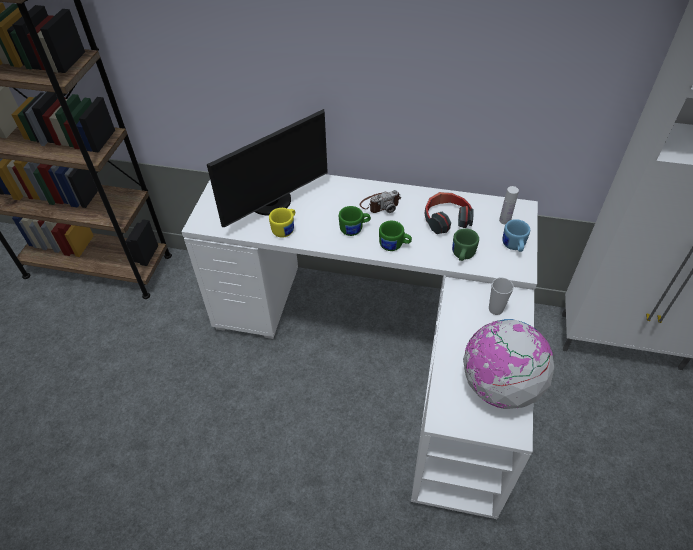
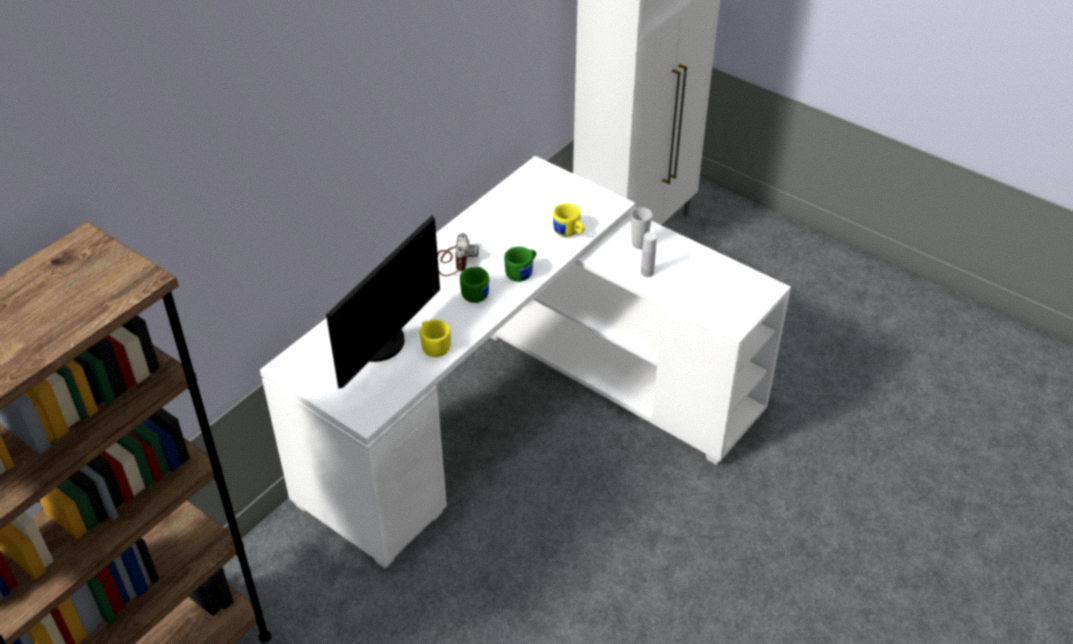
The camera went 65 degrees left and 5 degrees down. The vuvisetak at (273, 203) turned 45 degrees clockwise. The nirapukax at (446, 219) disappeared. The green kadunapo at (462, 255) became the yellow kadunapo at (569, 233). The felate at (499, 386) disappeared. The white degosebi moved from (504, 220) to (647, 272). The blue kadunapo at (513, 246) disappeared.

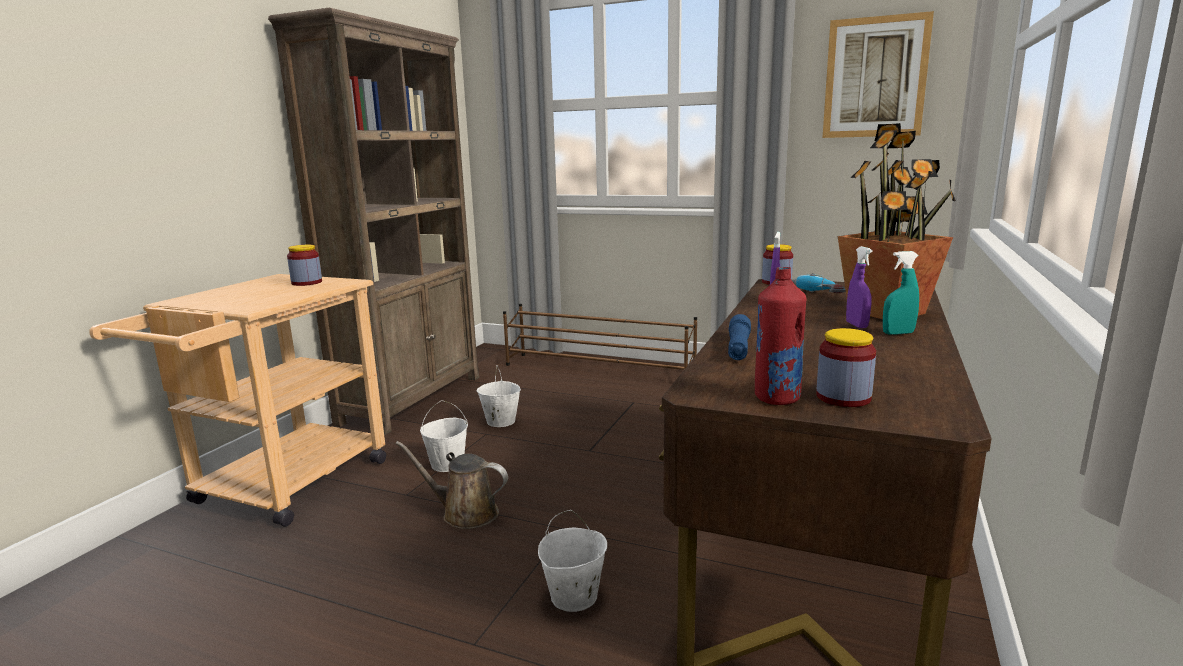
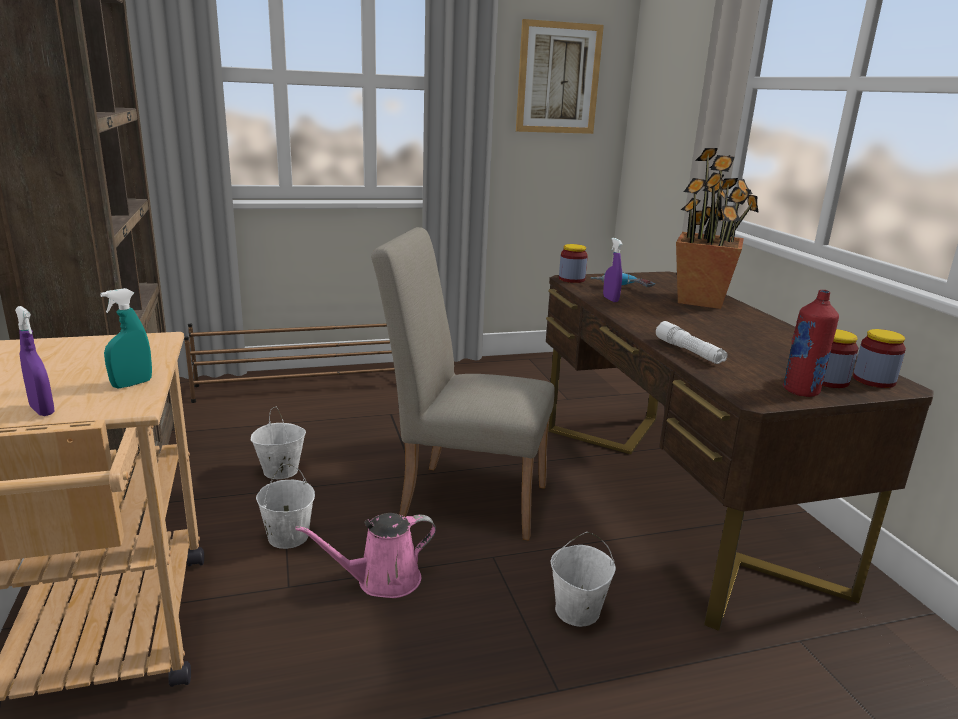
The camera went 40 degrees left and 5 degrees up. The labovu moved from (307, 282) to (873, 380). The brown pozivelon at (465, 513) became the pink pozivelon at (382, 580). The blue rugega at (738, 348) became the white rugega at (689, 352). The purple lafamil moved from (856, 325) to (42, 410). The turquoise lafamil moved from (898, 333) to (132, 384). The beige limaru at (463, 497) appeared.

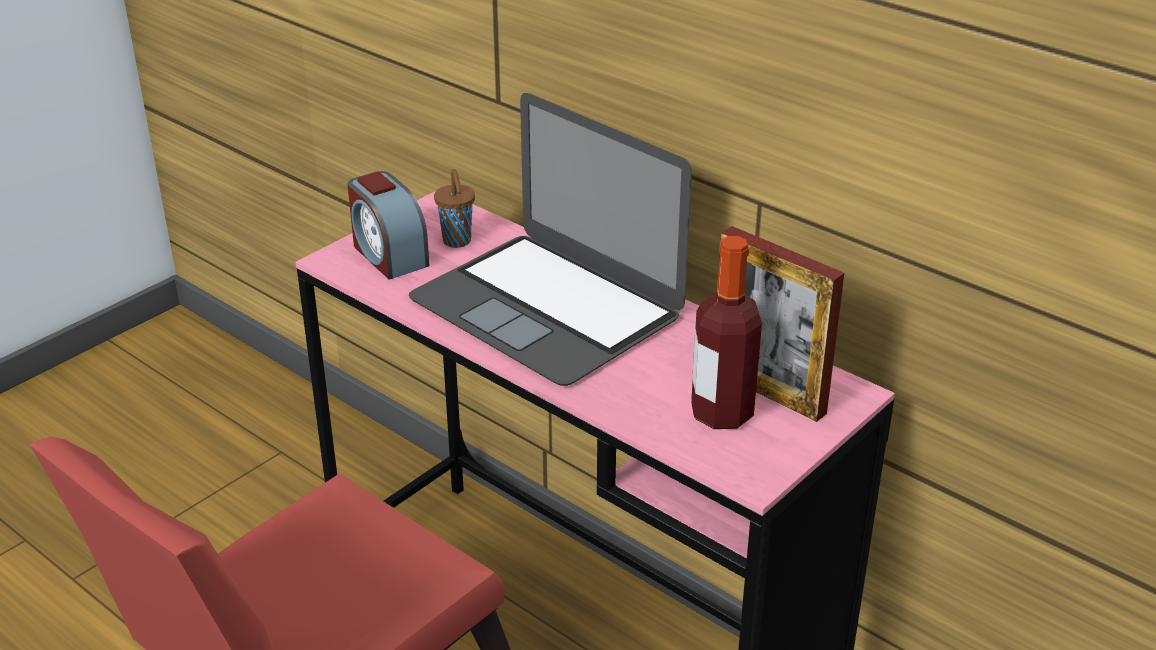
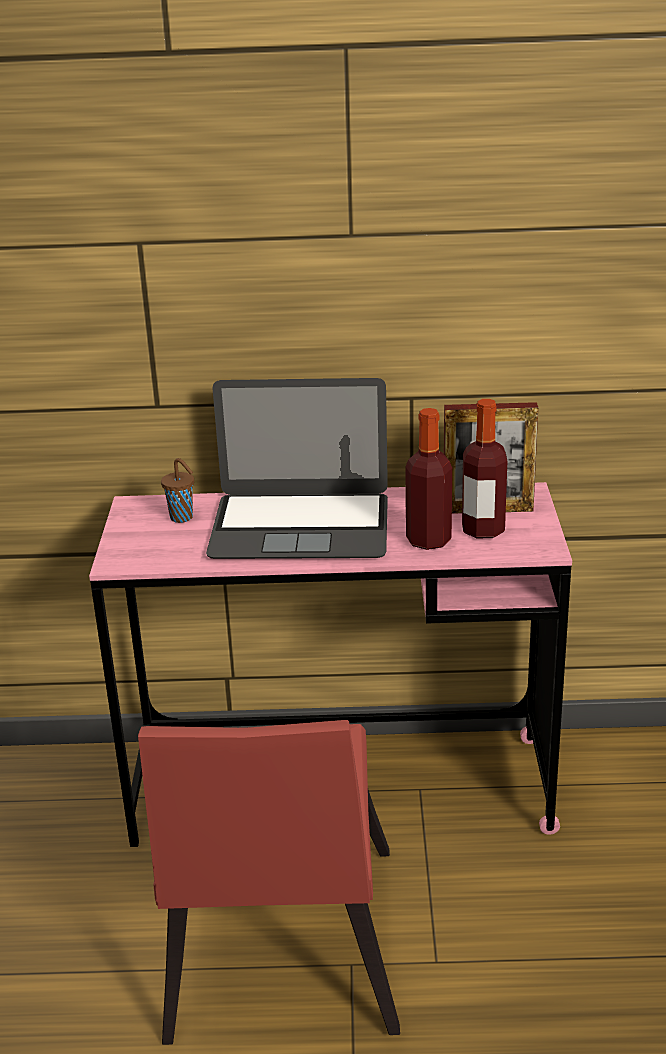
The camera went 40 degrees left and 5 degrees down. The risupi at (388, 254) disappeared. The degosebi at (428, 540) appeared.

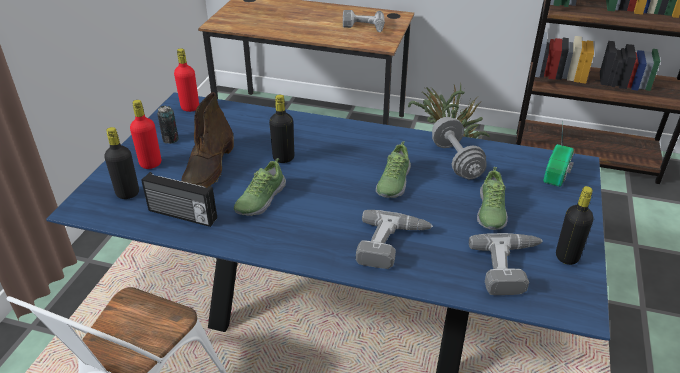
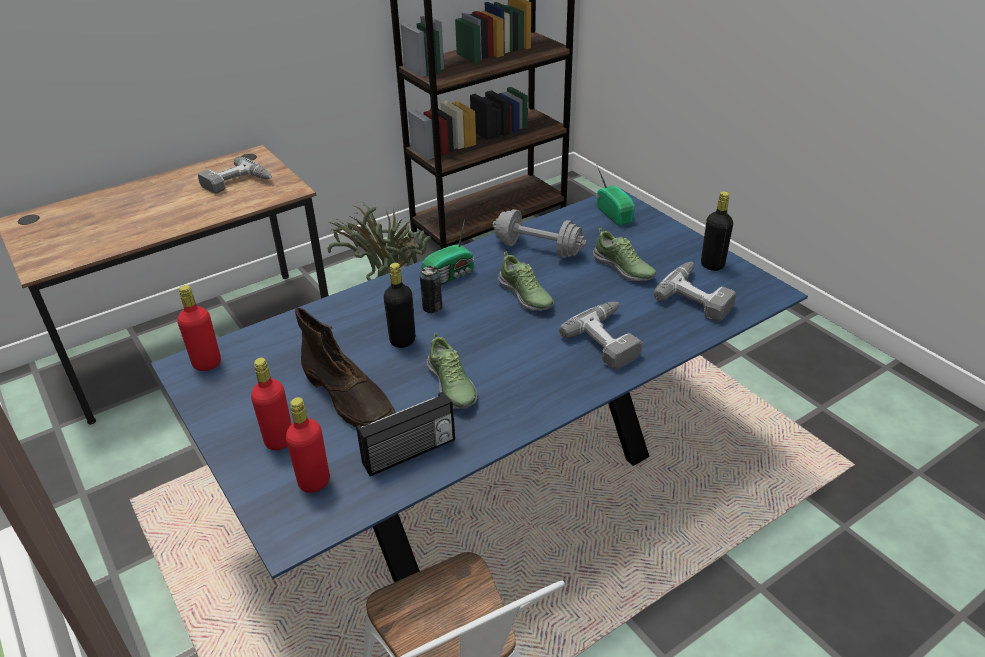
The camera went 50 degrees left and 0 degrees up. The black degosebi at (127, 193) became the red degosebi at (314, 482). The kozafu moved from (170, 139) to (432, 307). The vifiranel at (450, 276) appeared.

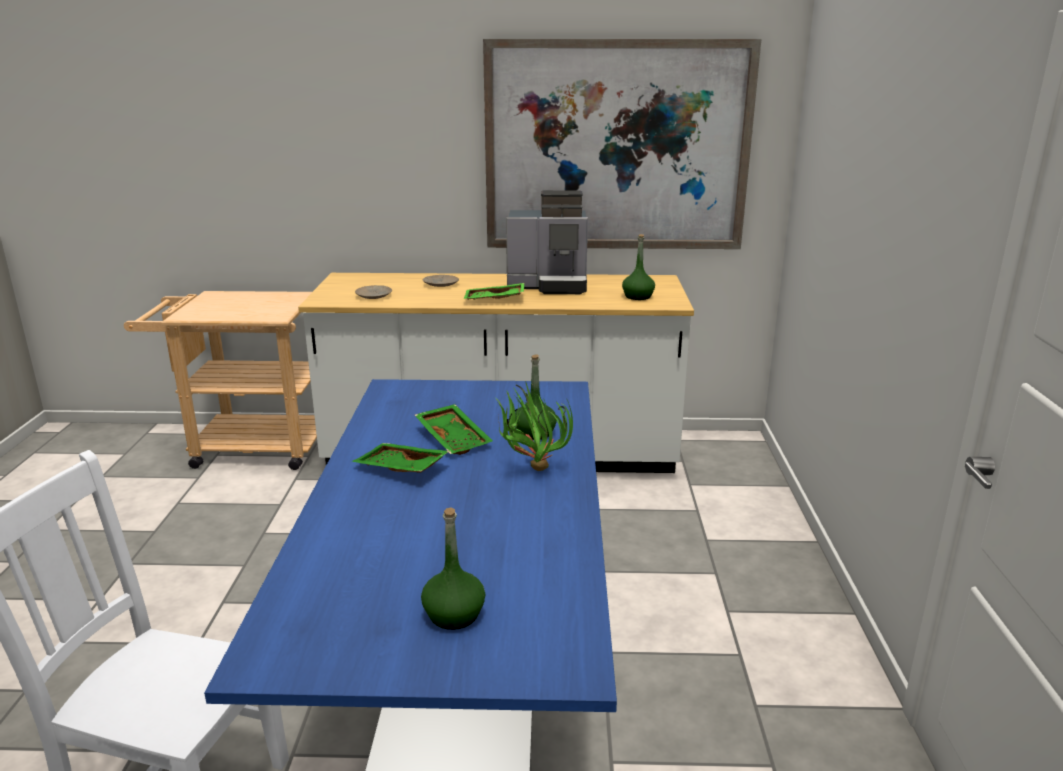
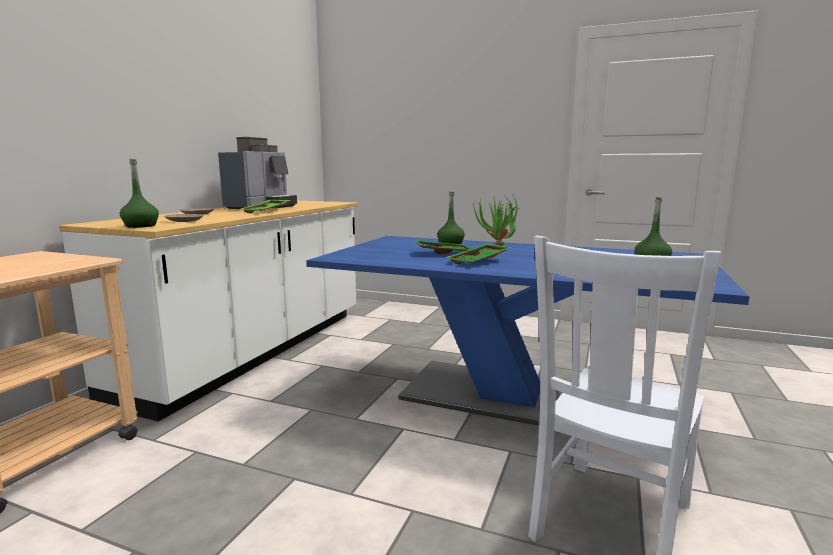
The camera went 70 degrees left and 10 degrees down. The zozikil at (616, 146) disappeared. The green degosebi moved from (638, 296) to (141, 226).

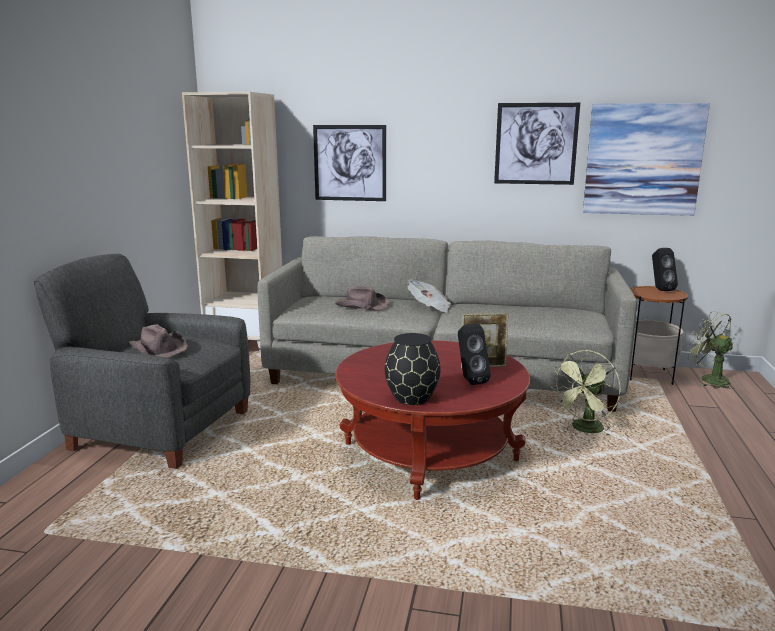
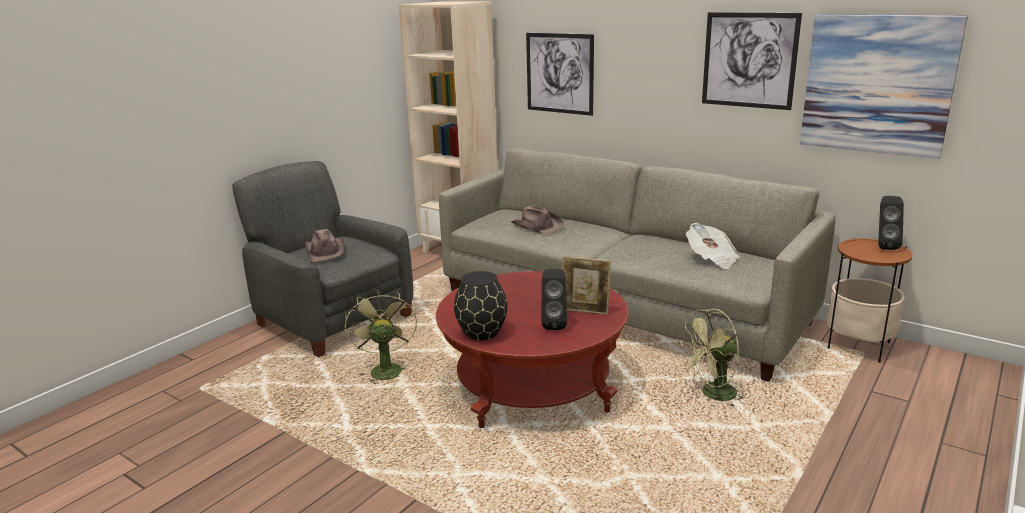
The camera went 25 degrees right and 5 degrees up. The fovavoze moved from (429, 308) to (711, 259). The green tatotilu moved from (708, 379) to (384, 369).

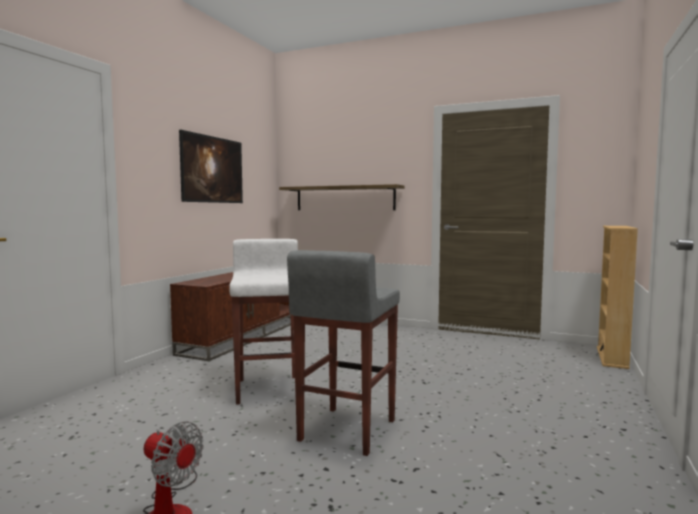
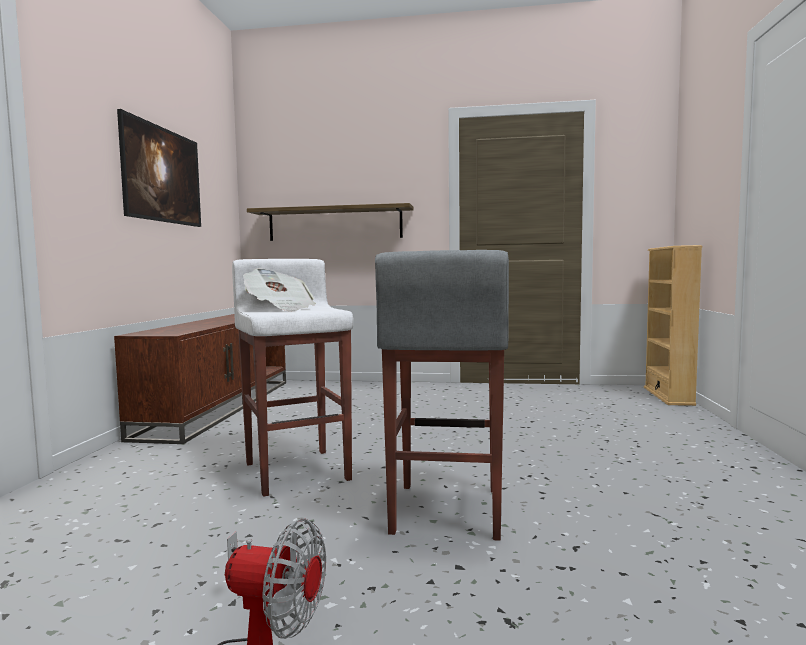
The camera went 15 degrees left and 0 degrees up. The fovavoze at (280, 309) appeared.

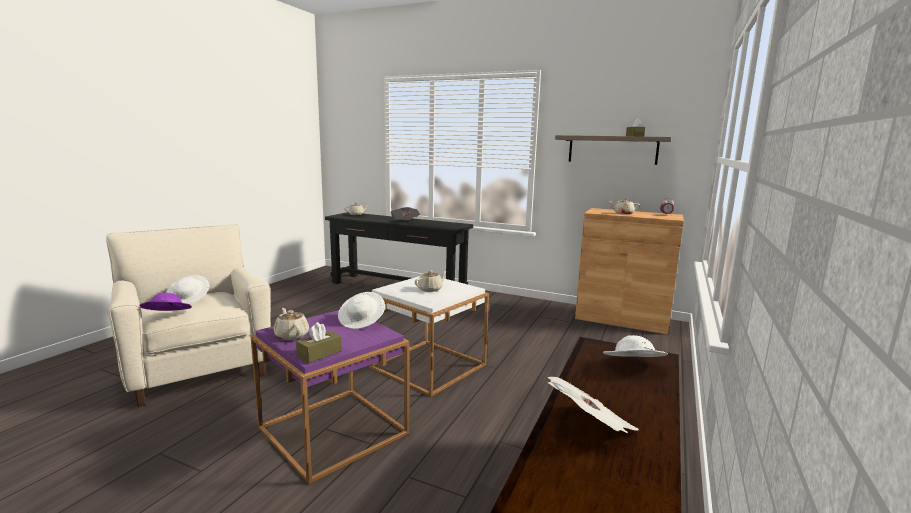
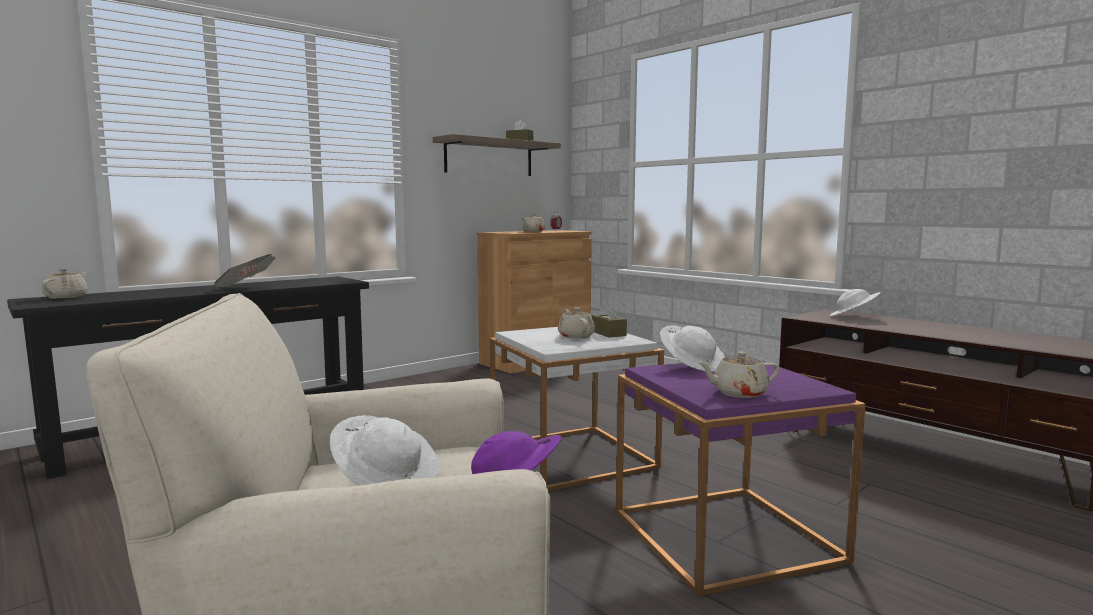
The camera went 65 degrees left and 5 degrees down. The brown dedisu moved from (319, 354) to (608, 333). The fovavoze at (590, 427) disappeared.

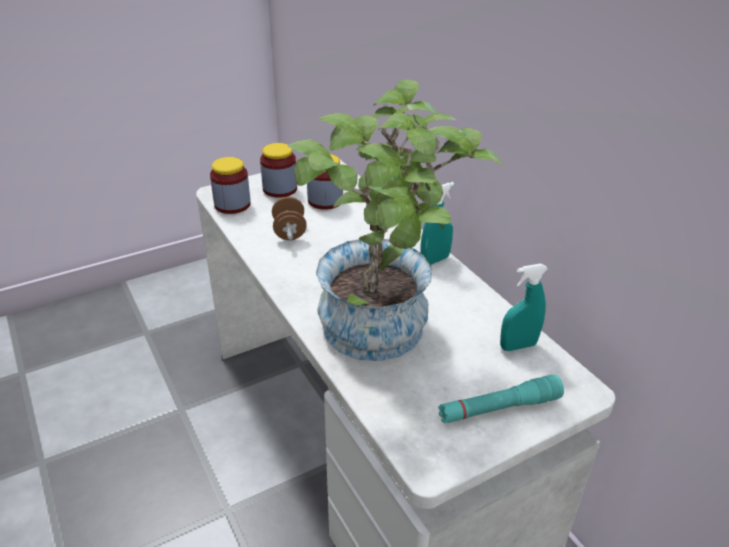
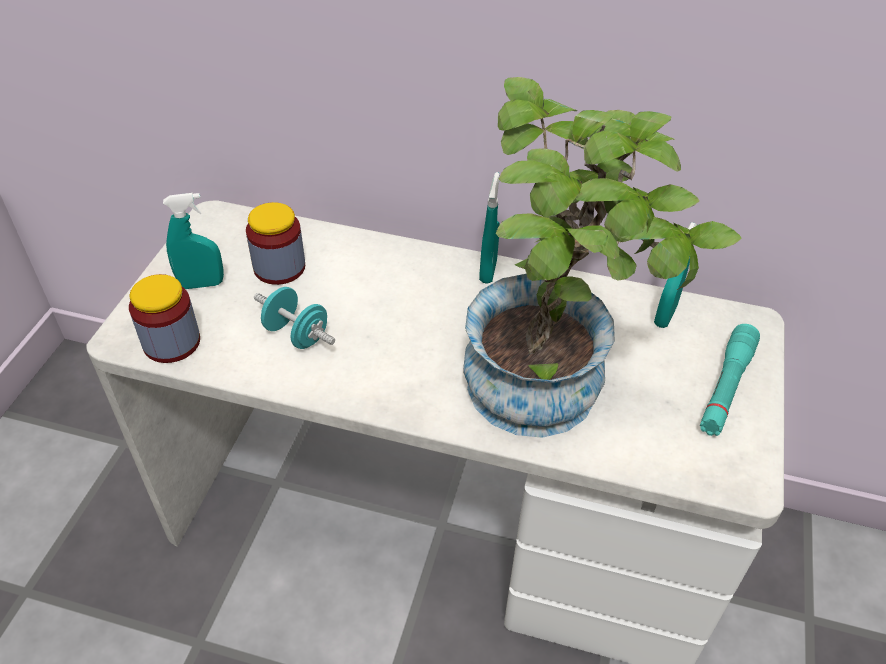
The camera went 45 degrees left and 10 degrees up. The labovu at (280, 189) was replaced by the turquoise lafamil at (202, 284). The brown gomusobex at (289, 232) became the turquoise gomusobex at (296, 334).

